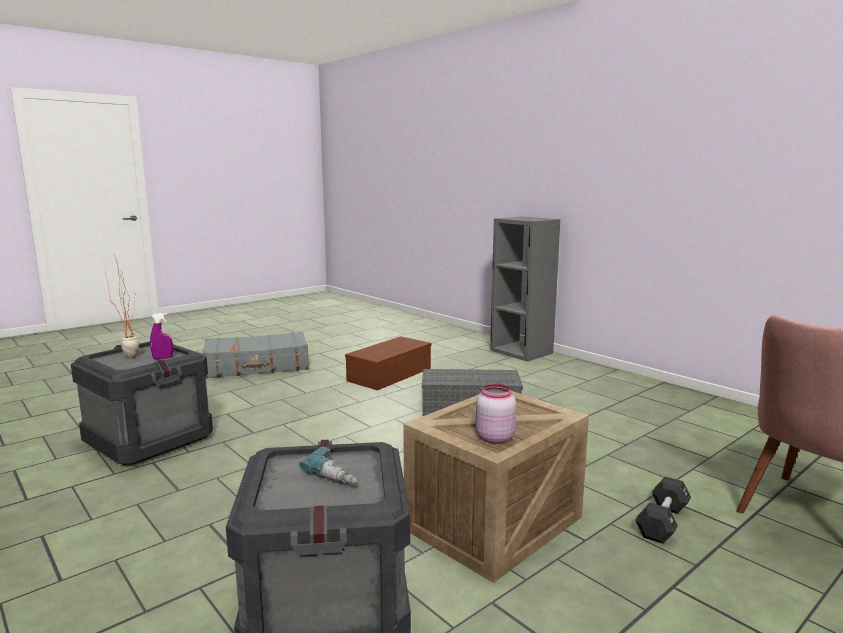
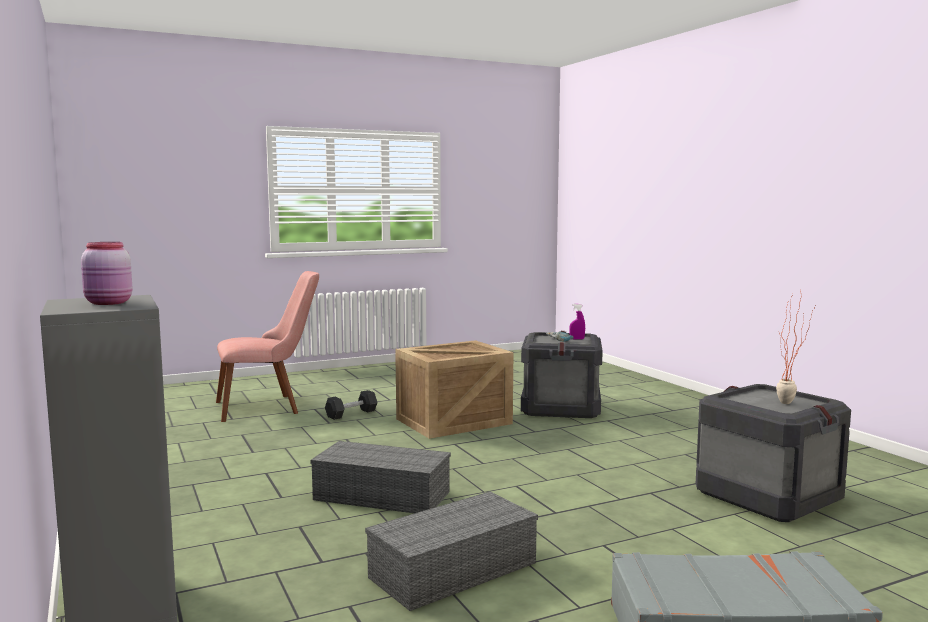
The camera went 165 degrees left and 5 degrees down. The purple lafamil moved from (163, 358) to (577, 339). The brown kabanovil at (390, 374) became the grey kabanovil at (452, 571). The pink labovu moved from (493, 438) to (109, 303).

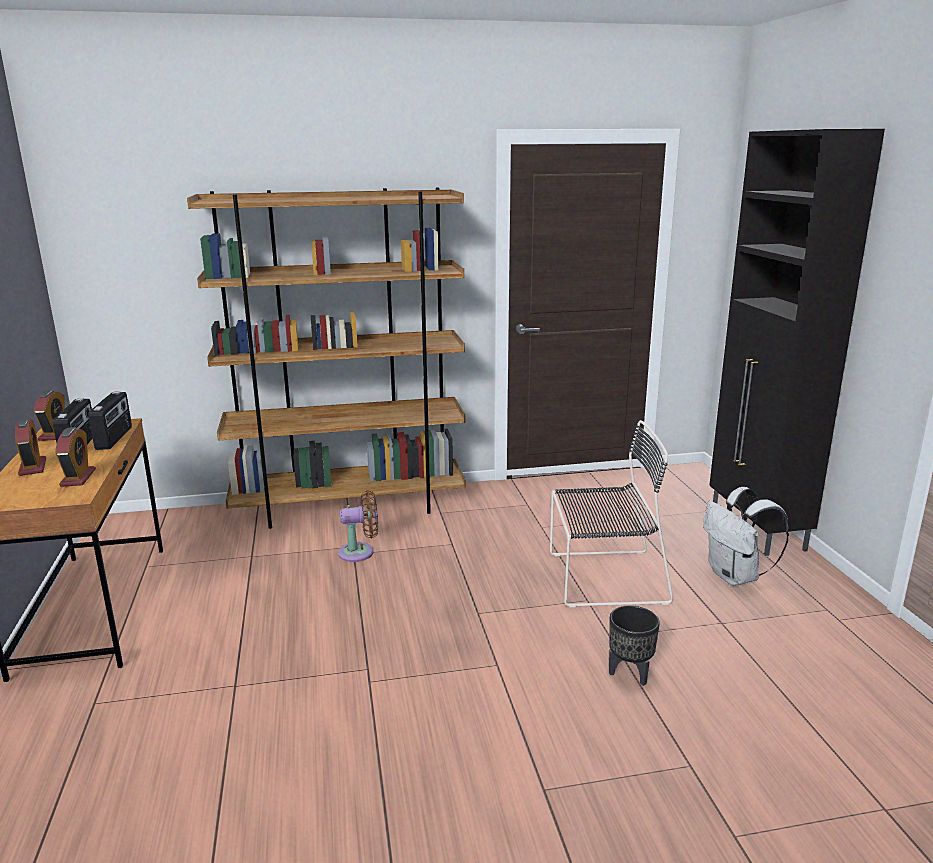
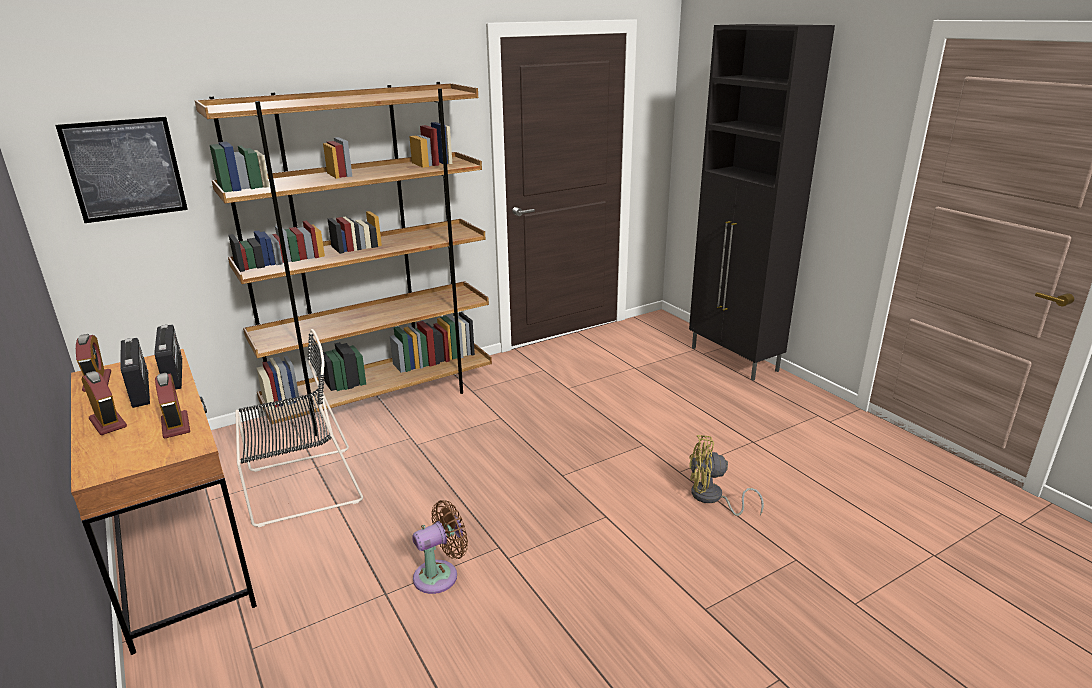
The camera went 20 degrees left and 5 degrees up. The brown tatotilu moved from (360, 552) to (440, 575). The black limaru moved from (603, 578) to (299, 486). The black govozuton at (630, 673) was replaced by the yellow tatotilu at (712, 498). The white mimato at (735, 576) disappeared. The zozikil at (125, 169) appeared.

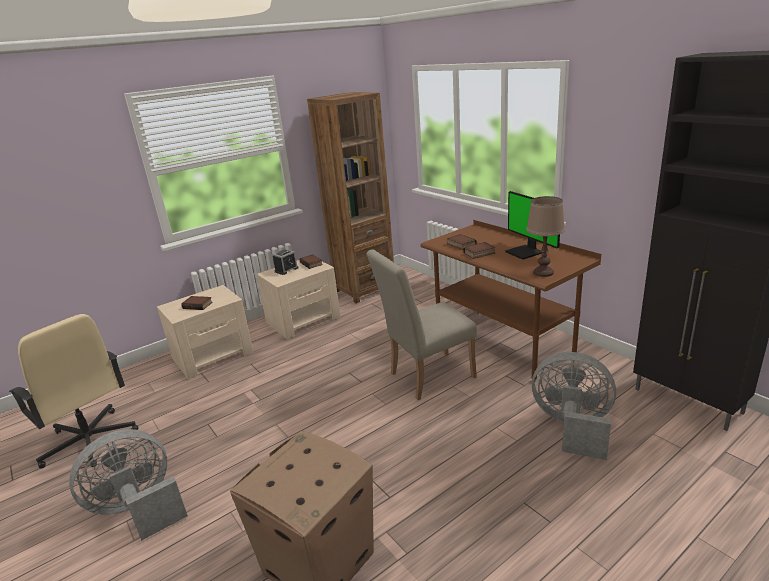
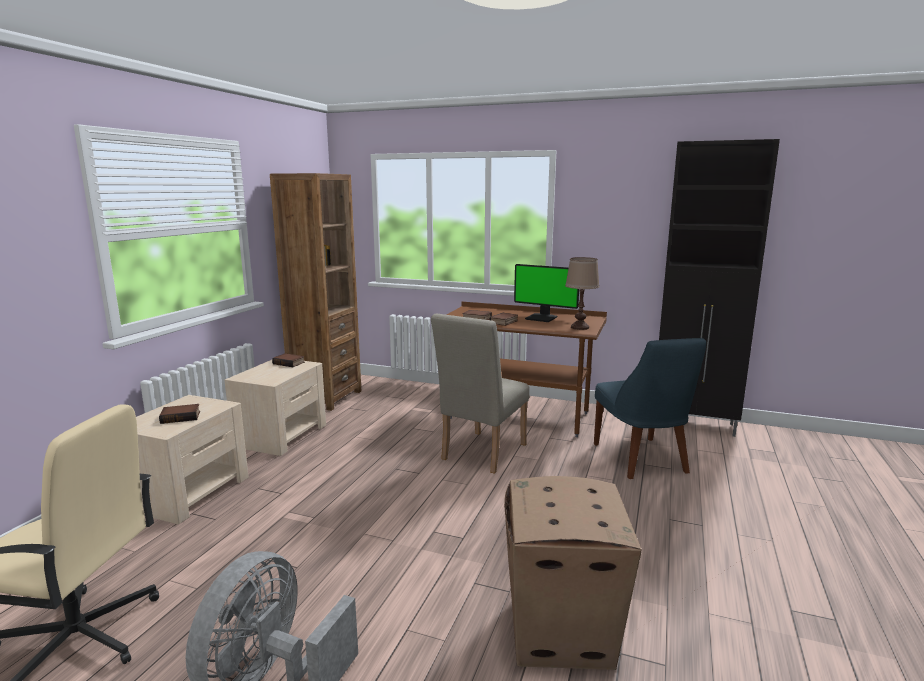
The camera went 35 degrees left and 10 degrees down. The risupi at (286, 270) disappeared. The grey tatotilu at (572, 427) was replaced by the blue limaru at (642, 460).

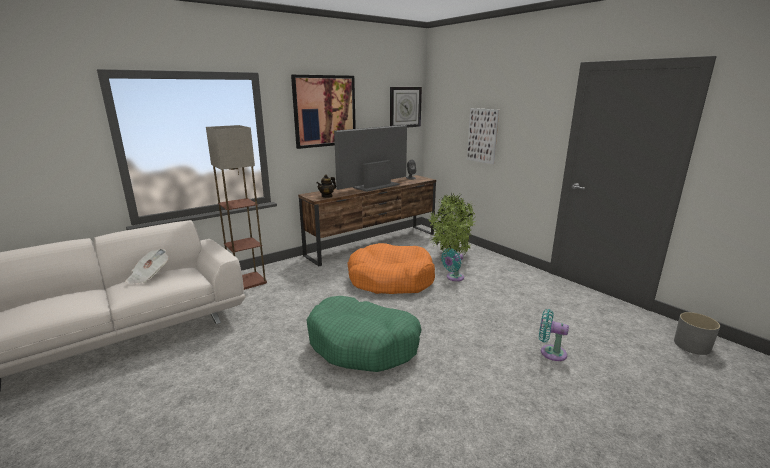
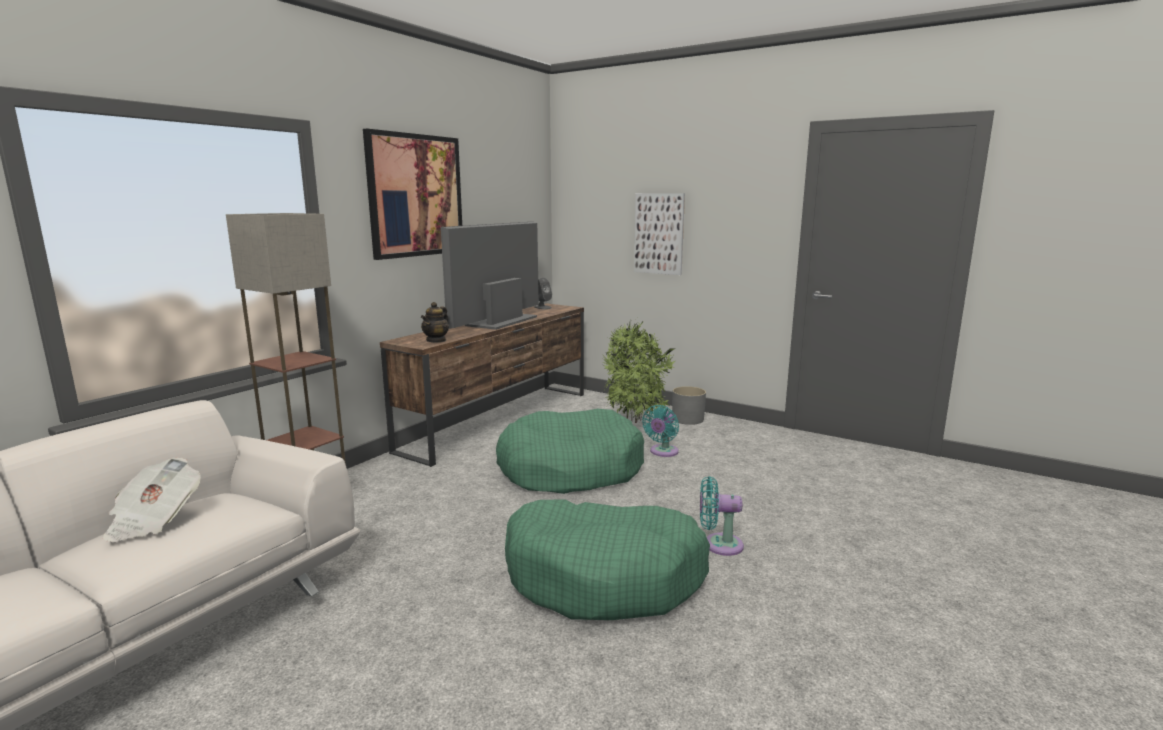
The camera went 20 degrees left and 5 degrees down. The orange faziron at (390, 279) became the green faziron at (570, 469). The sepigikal at (405, 107) disappeared. The turquoise tatotilu moved from (550, 352) to (718, 544). The grey govozuton moved from (692, 345) to (687, 419).

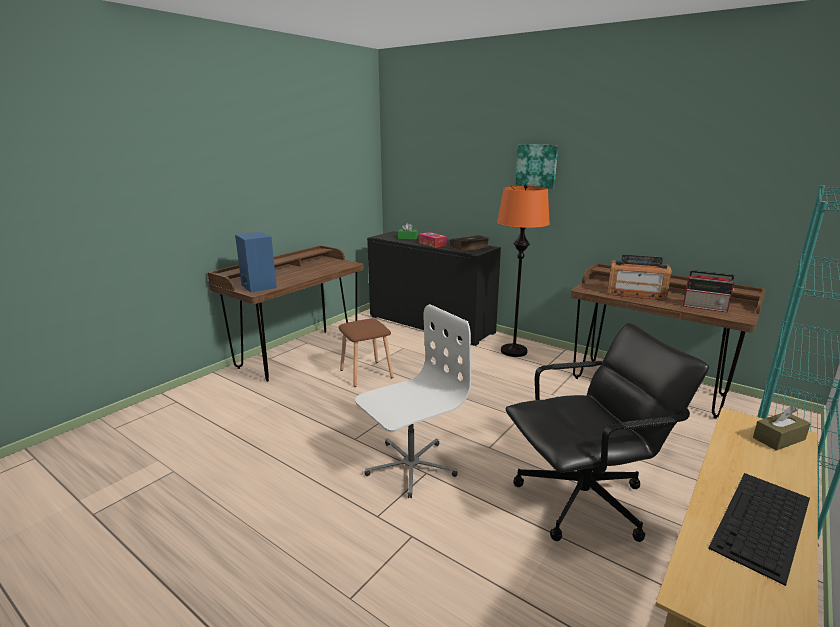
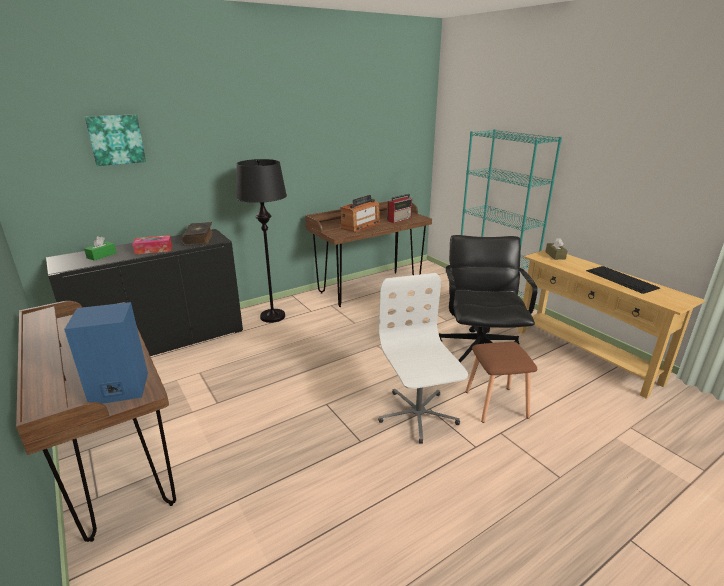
The camera went 70 degrees left and 5 degrees up. The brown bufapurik moved from (365, 374) to (497, 405). The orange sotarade at (514, 351) became the black sotarade at (272, 316). The zozikil moved from (537, 166) to (116, 139).

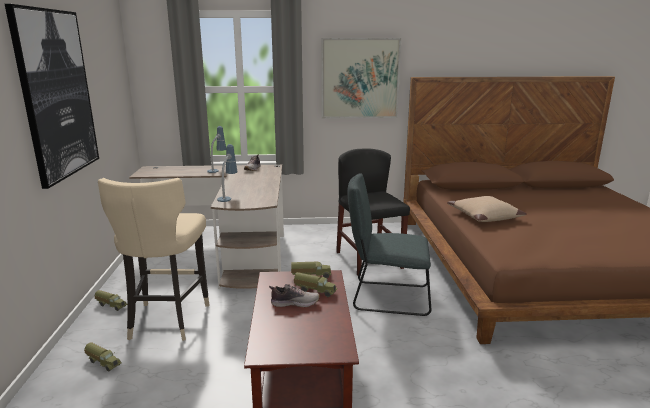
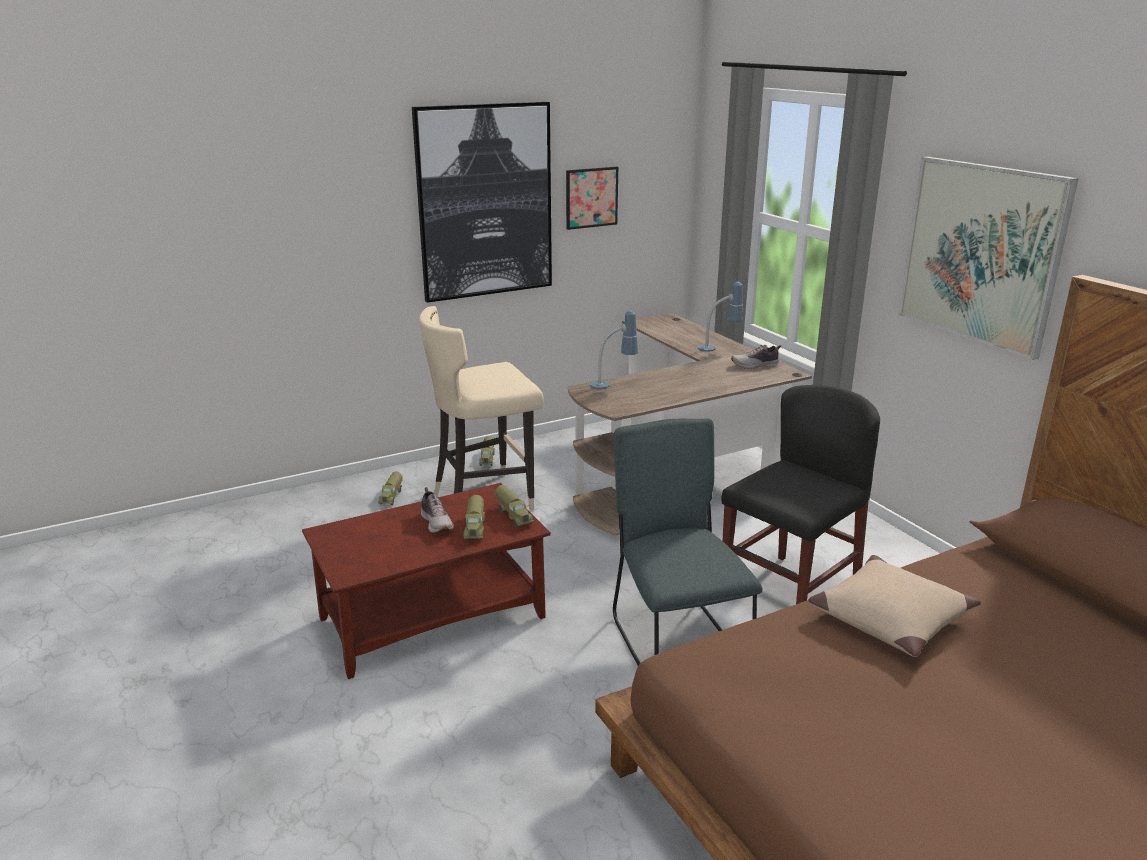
The camera went 65 degrees right and 5 degrees up. The zozikil at (591, 197) appeared.

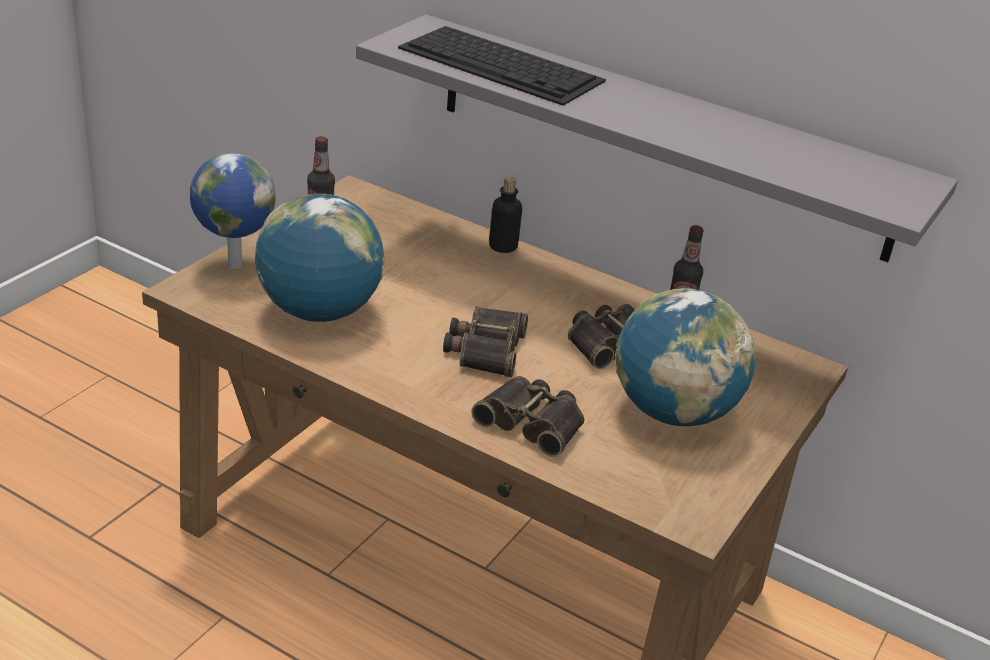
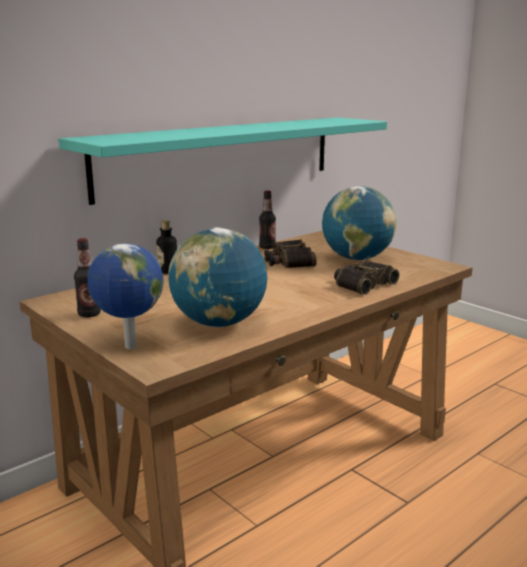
The camera went 70 degrees left and 15 degrees down. The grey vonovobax at (659, 135) became the turquoise vonovobax at (221, 155). The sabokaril at (503, 65) disappeared. The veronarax at (485, 349) disappeared.

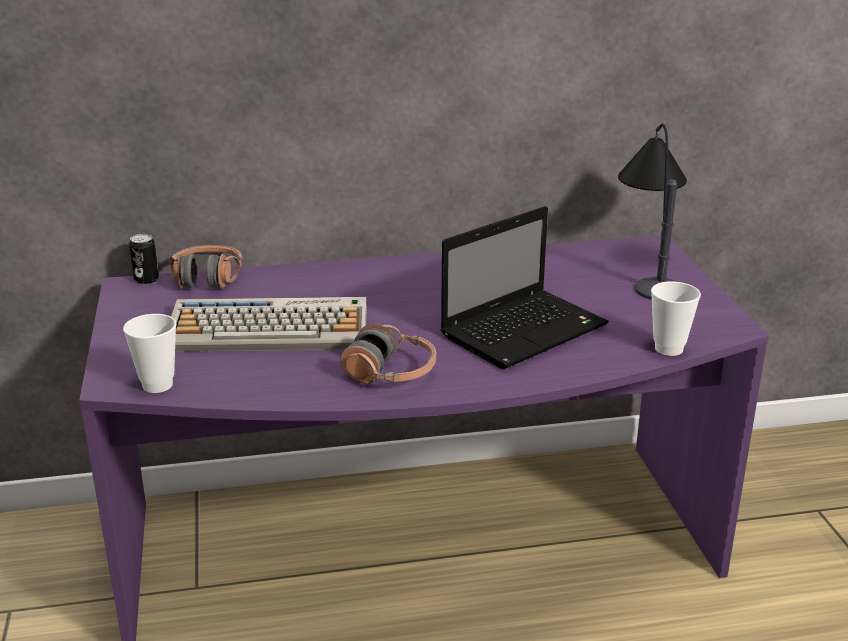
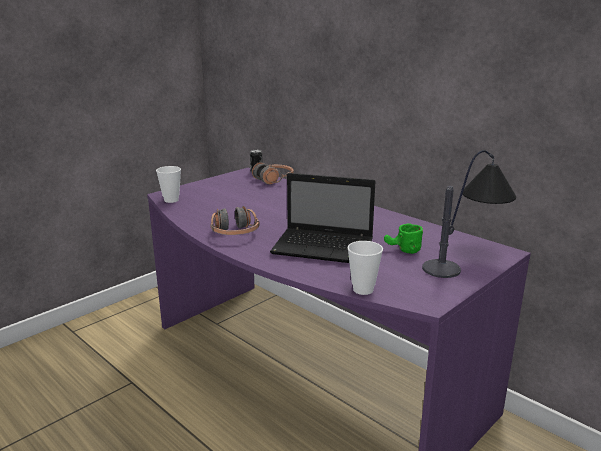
The camera went 55 degrees right and 5 degrees down. The sabokaril at (271, 328) disappeared. The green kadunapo at (402, 250) appeared.

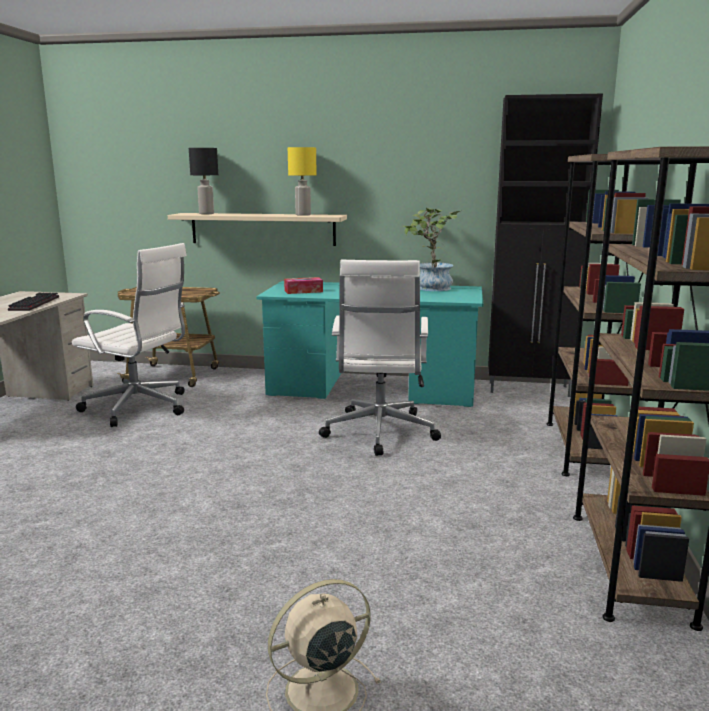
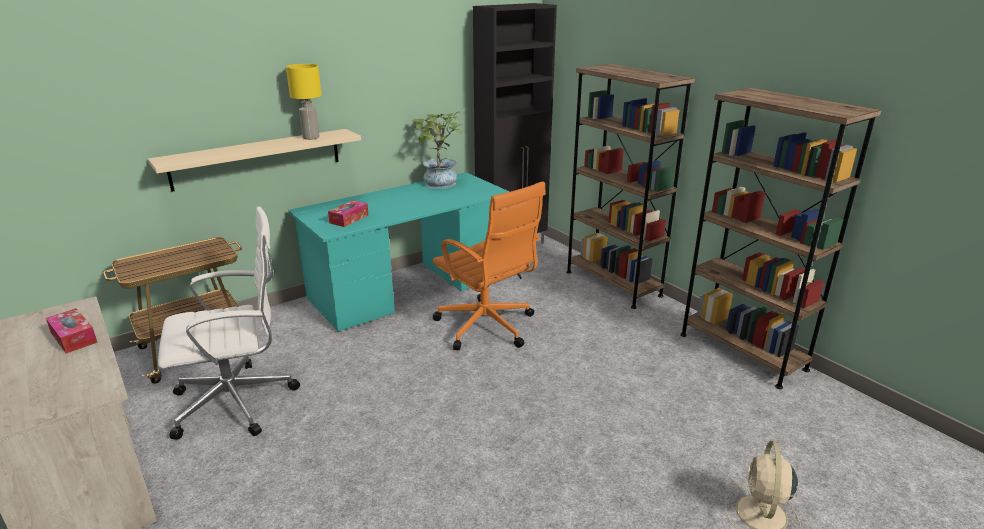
The camera went 45 degrees left and 10 degrees up. The sabokaril at (34, 303) was replaced by the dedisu at (74, 337). The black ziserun at (207, 213) disappeared. The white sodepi at (379, 433) became the orange sodepi at (487, 327).

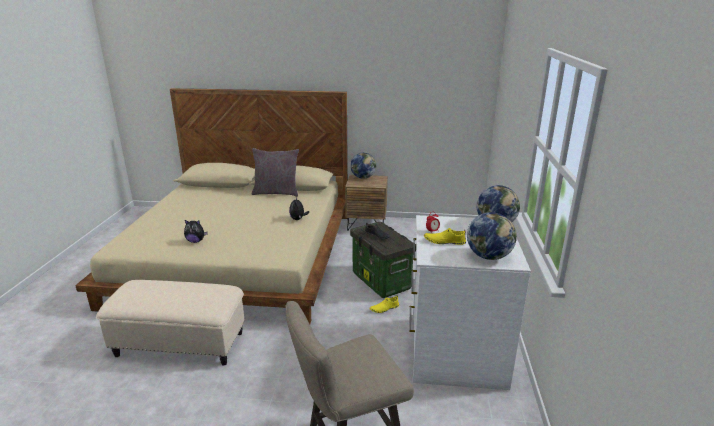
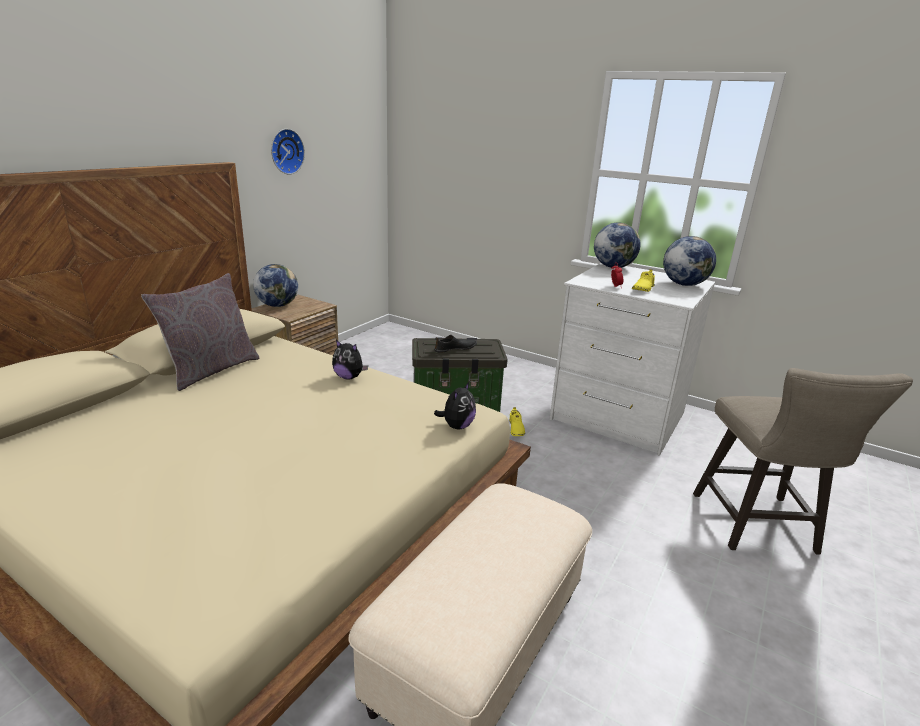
The camera went 65 degrees left and 0 degrees up. The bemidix moved from (196, 241) to (457, 426). The sepigikal at (285, 151) appeared.

